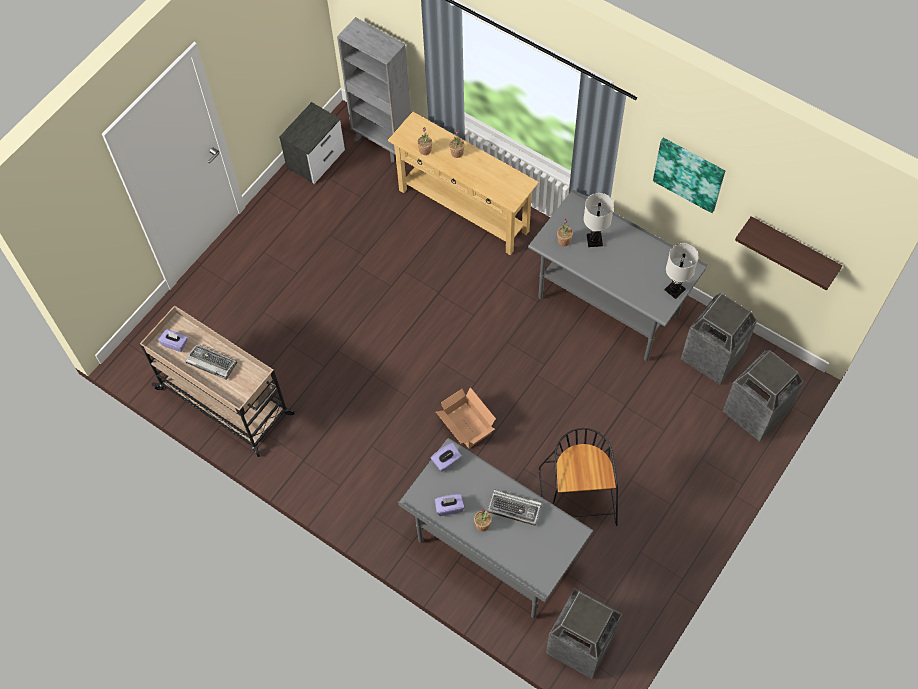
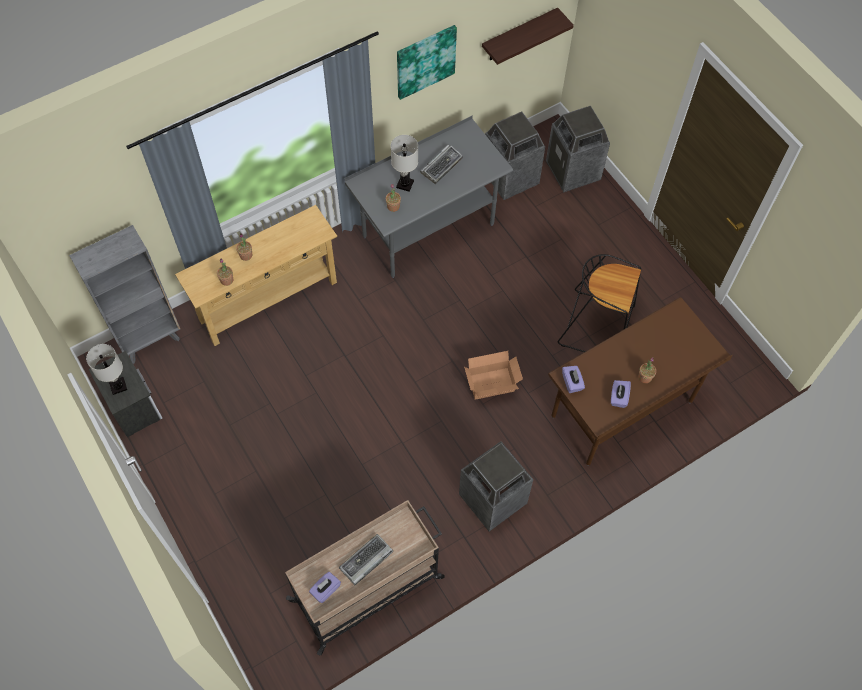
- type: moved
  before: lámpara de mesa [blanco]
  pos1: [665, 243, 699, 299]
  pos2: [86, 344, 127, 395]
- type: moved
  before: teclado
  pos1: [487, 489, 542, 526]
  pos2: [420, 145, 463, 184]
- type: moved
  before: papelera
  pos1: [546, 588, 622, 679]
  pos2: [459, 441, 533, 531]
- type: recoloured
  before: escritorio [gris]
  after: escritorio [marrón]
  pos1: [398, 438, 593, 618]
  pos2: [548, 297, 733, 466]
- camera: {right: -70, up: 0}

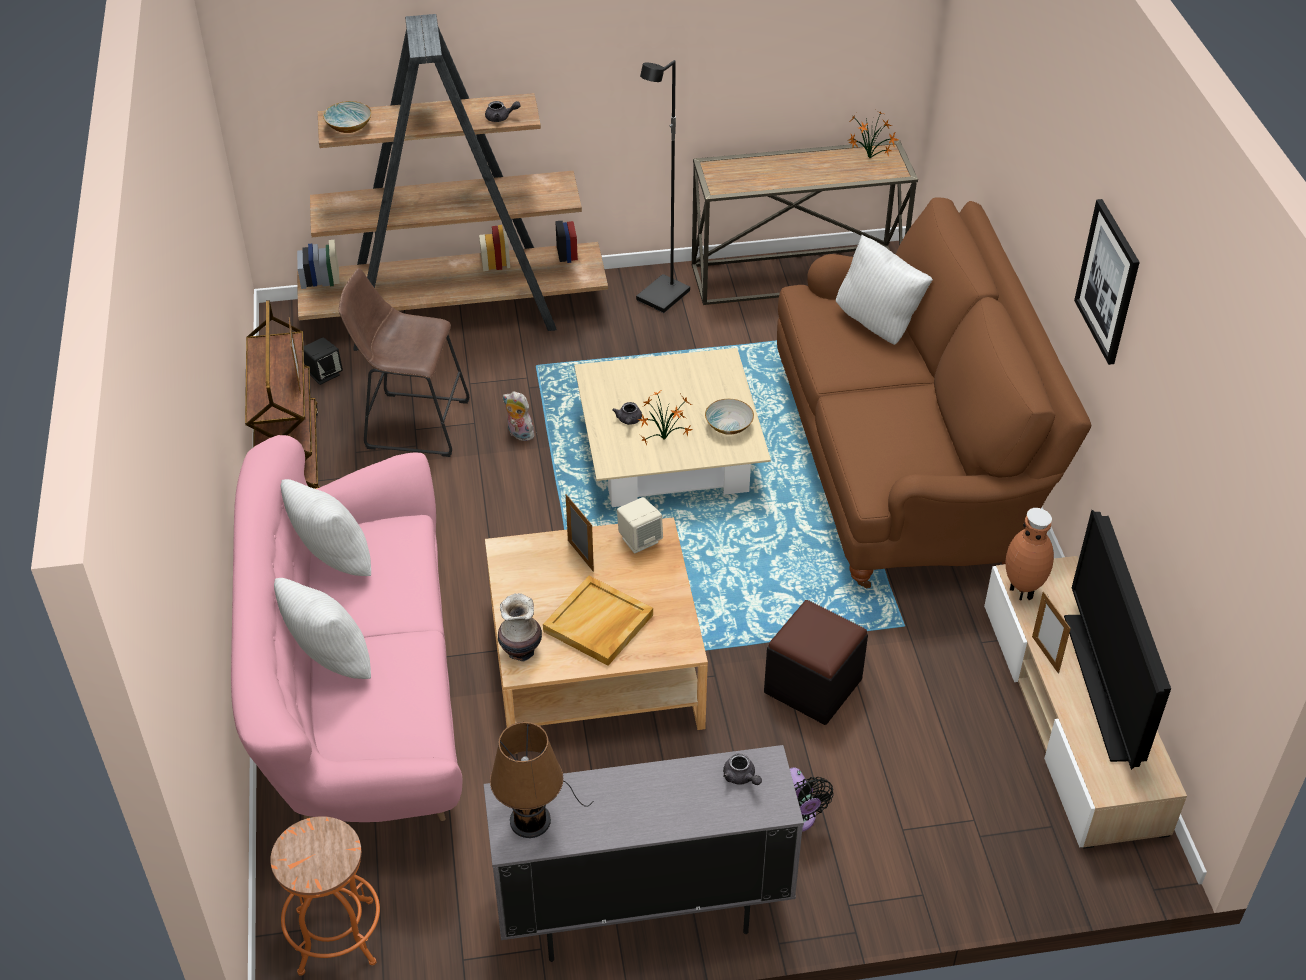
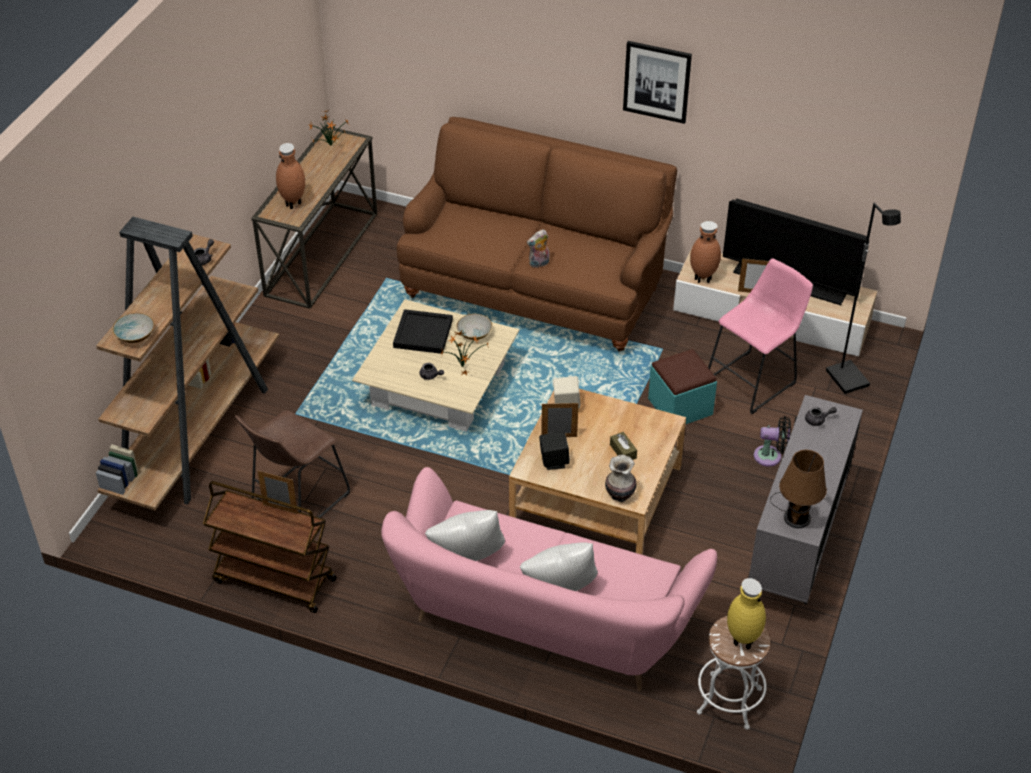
- type: added
  after: florero [marrón]
  pos2: [276, 143, 305, 209]
- type: added
  after: bandeja [negro]
  pos2: [393, 309, 453, 354]
- type: moved
  before: peluche
  pos1: [503, 391, 537, 441]
  pos2: [527, 229, 549, 268]
- type: moved
  before: altavoz [negro]
  pos1: [304, 337, 343, 385]
  pos2: [539, 431, 570, 470]
- type: replaced
  before: bandeja [beis]
  after: caja de pañuelos [marrón]
  pos1: [543, 576, 653, 666]
  pos2: [610, 432, 637, 460]
- type: recoloured
  before: puf [negro]
  after: puf [turquesa]
  pos1: [764, 600, 868, 725]
  pos2: [648, 349, 717, 424]
- type: recoloured
  before: taburete [naranja]
  after: taburete [blanco]
  pos1: [270, 816, 380, 976]
  pos2: [697, 616, 771, 730]
- type: added
  after: taburete [rosa]
  pos2: [708, 259, 813, 414]
- type: added
  after: florero [amarillo]
  pos2: [727, 578, 766, 650]
- type: moved
  before: lámpara de pie [negro]
  pos1: [636, 60, 690, 313]
  pos2: [826, 203, 901, 394]
- type: removed
  before: cojín [blanco]
  pos1: [836, 235, 933, 345]
- camera: {right: -60, up: 0}

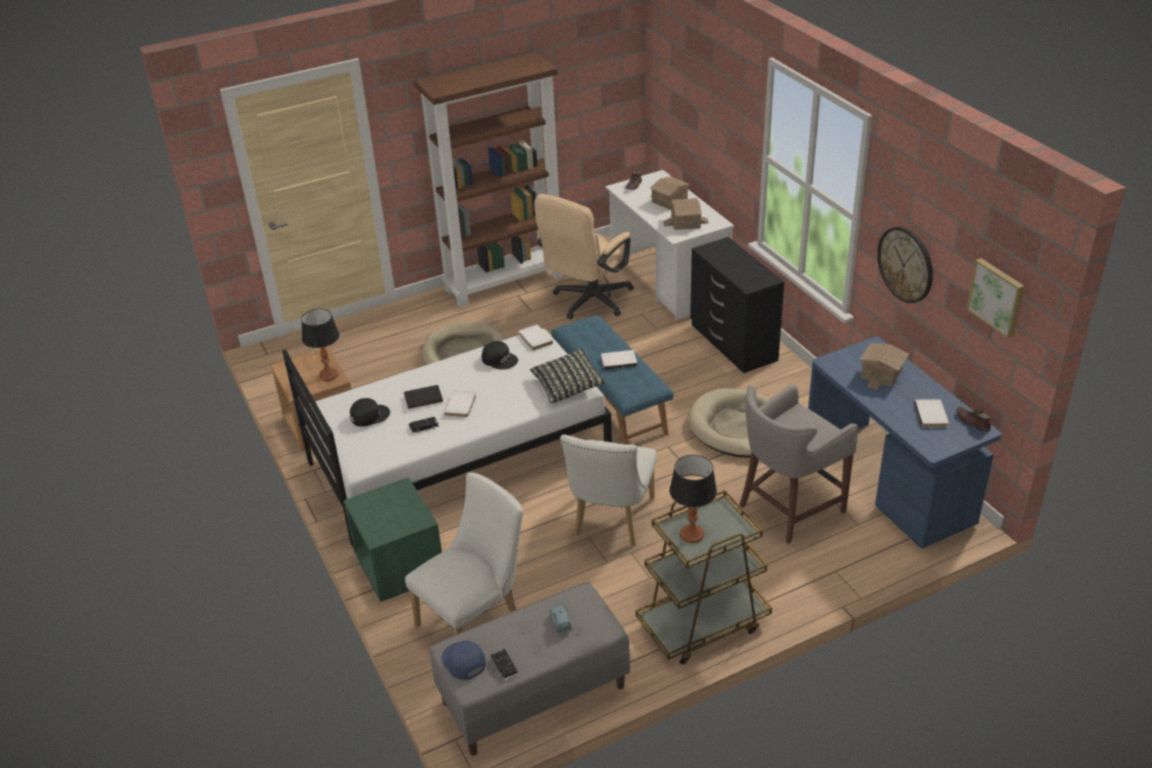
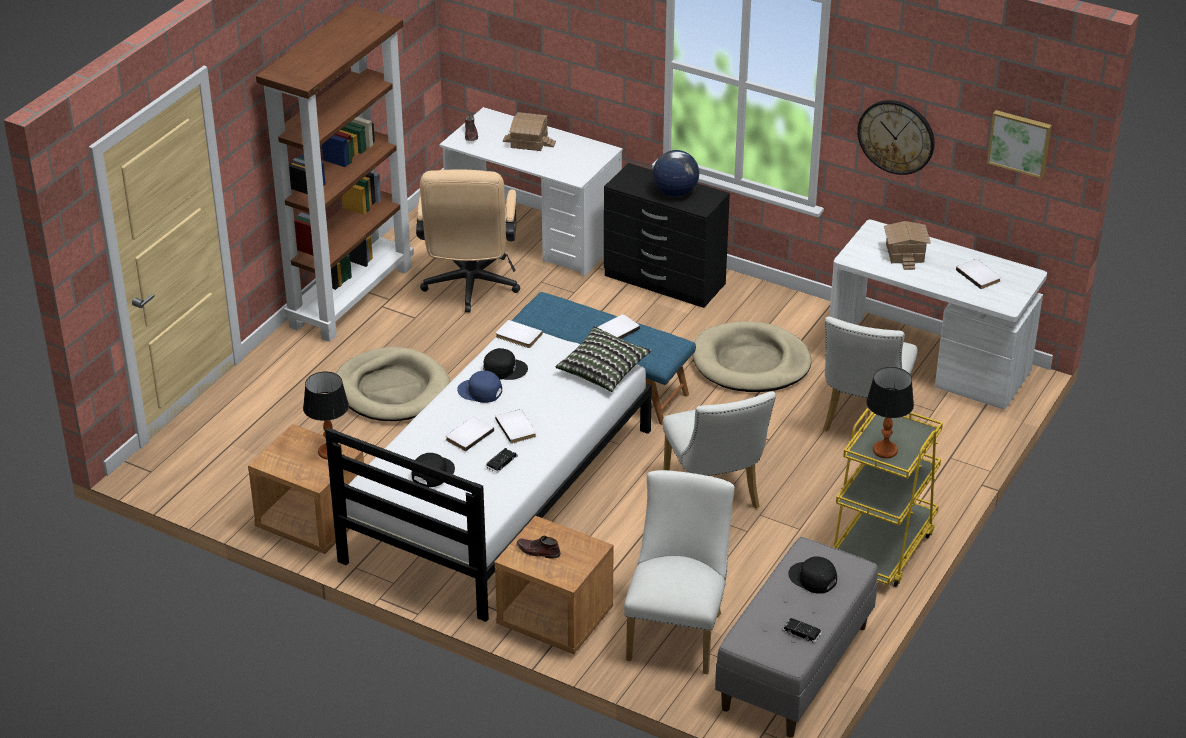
- type: recoloured
  before: libro [negro]
  after: libro [blanco]
  pos1: [404, 385, 443, 409]
  pos2: [446, 417, 494, 451]
- type: moved
  before: gorra [azul]
  pos1: [442, 640, 486, 680]
  pos2: [457, 371, 502, 403]
- type: recoloured
  before: mesita de noche [verde]
  after: mesita de noche [marrón]
  pos1: [344, 477, 442, 602]
  pos2: [494, 516, 613, 654]
- type: moved
  before: zapato [marrón]
  pos1: [956, 407, 991, 432]
  pos2: [517, 536, 561, 559]
- type: added
  after: globo terráqueo
  pos2: [653, 150, 699, 197]
- type: replaced
  before: coche de juguete [azul]
  after: gorra [negro]
  pos1: [550, 605, 572, 634]
  pos2: [788, 556, 837, 594]
- type: replaced
  before: taburete [gris]
  after: silla [blanco]
  pos1: [739, 385, 858, 544]
  pos2: [823, 317, 917, 432]
- type: recoloured
  before: escritorio [azul]
  after: escritorio [blanco]
  pos1: [808, 337, 1001, 548]
  pos2: [829, 220, 1047, 409]
- type: recoloured
  before: carrito [marrón]
  after: carrito [amarillo]
  pos1: [636, 490, 772, 665]
  pos2: [833, 408, 943, 587]
- type: removed
  before: casita
  pos1: [663, 198, 708, 230]
- camera: {right: -35, up: 0}

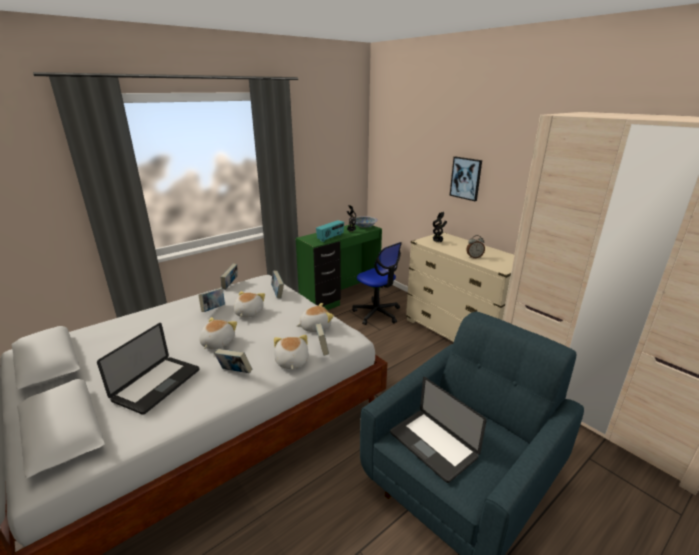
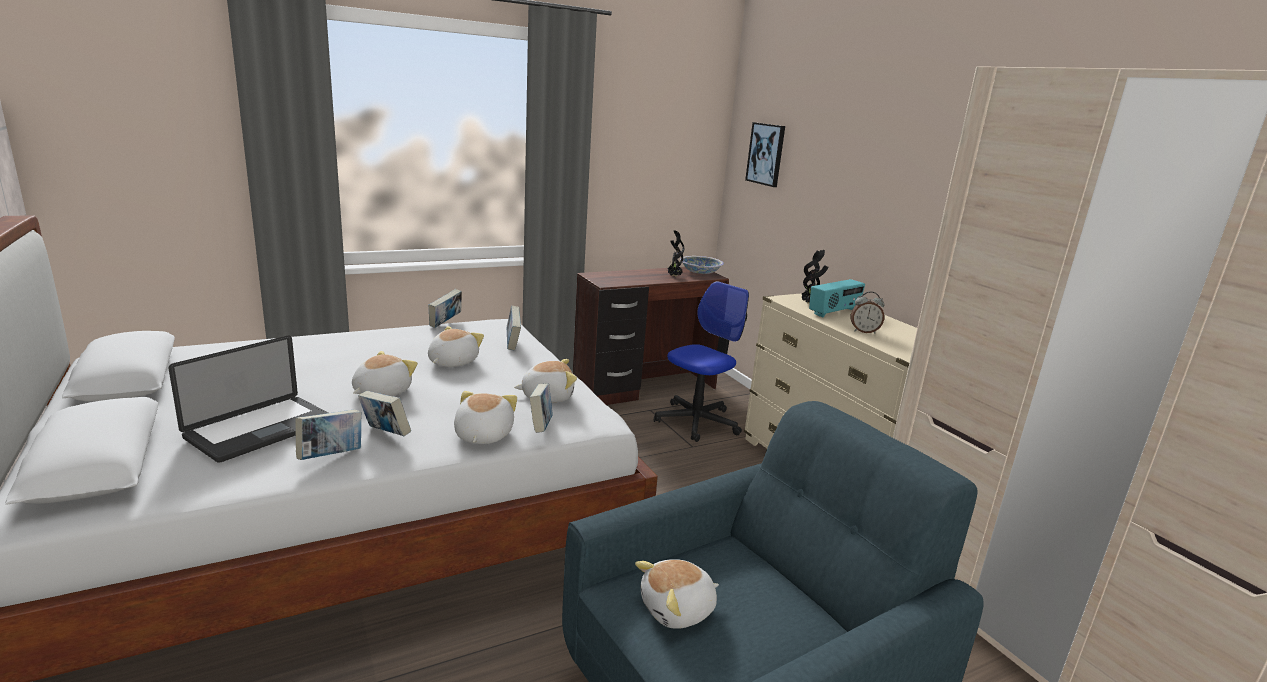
- type: moved
  before: libro
  pos1: [199, 288, 225, 312]
  pos2: [295, 409, 362, 460]
- type: recoloured
  before: escritorio [verde]
  after: escritorio [marrón]
  pos1: [296, 225, 382, 310]
  pos2: [573, 267, 729, 405]
- type: replaced
  before: portátil
  after: peluche
  pos1: [390, 377, 487, 483]
  pos2: [635, 559, 719, 629]
- type: turned
  before: silla de oficina
  pos1: [352, 242, 402, 325]
  pos2: [654, 281, 749, 442]
  turn: -105
- type: moved
  before: cuadro
  pos1: [450, 156, 482, 201]
  pos2: [745, 122, 785, 187]
- type: moved
  before: radio
  pos1: [316, 220, 344, 242]
  pos2: [809, 279, 865, 318]
- camera: {right: 10, up: -5}

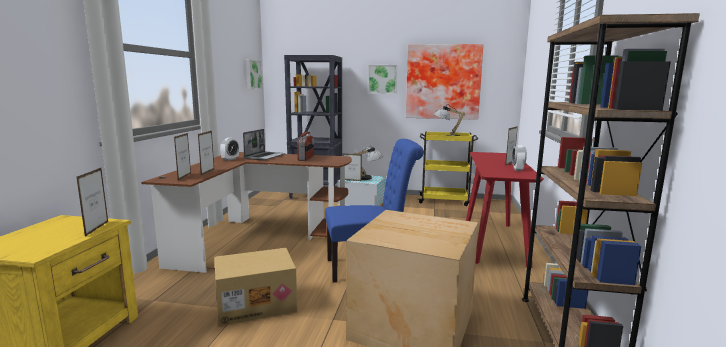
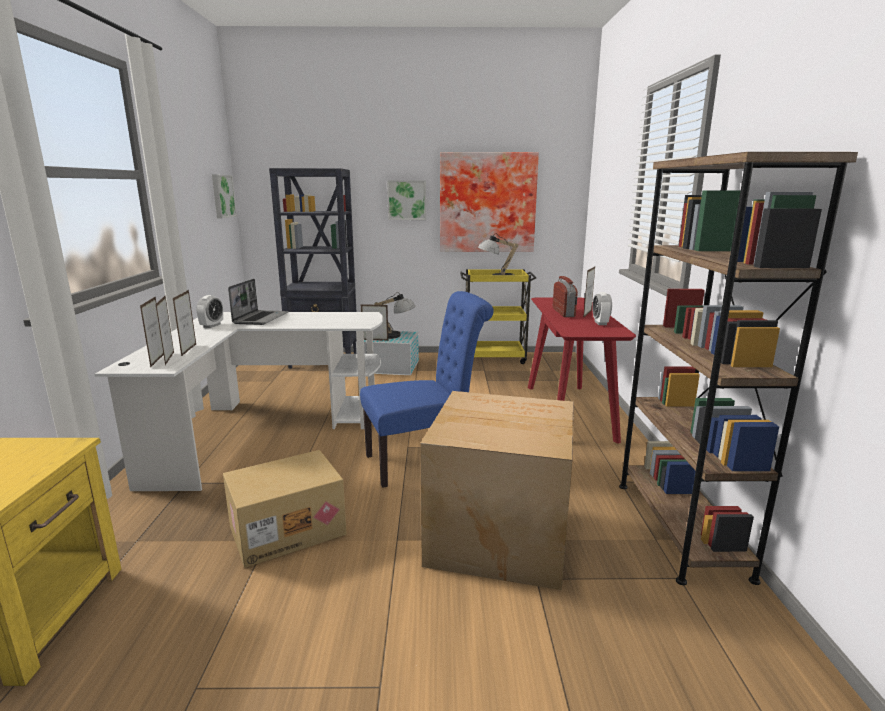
- type: recoloured
  before: escritorio [marrón]
  after: escritorio [blanco]
  pos1: [141, 152, 352, 273]
  pos2: [95, 312, 383, 491]
- type: moved
  before: portarretratos
  pos1: [76, 168, 108, 237]
  pos2: [156, 296, 174, 365]
- type: moved
  before: radio
  pos1: [297, 132, 314, 161]
  pos2: [553, 276, 578, 317]
- camera: {right: -10, up: 5}

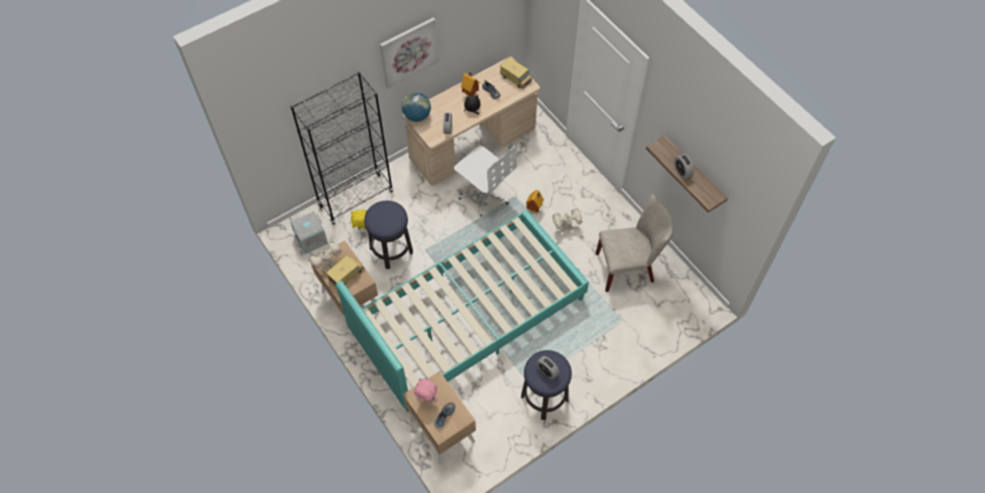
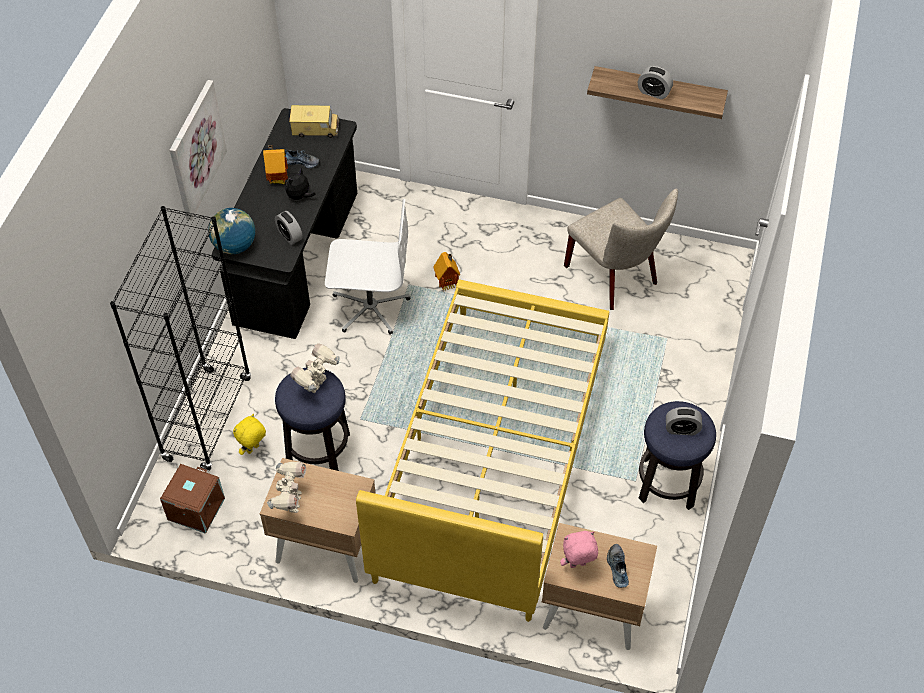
- type: recoloured
  before: caja de almacenaje [gris]
  after: caja de almacenaje [marrón]
  pos1: [290, 211, 328, 254]
  pos2: [160, 464, 225, 534]
- type: recoloured
  before: escritorio [beis]
  after: escritorio [negro]
  pos1: [403, 57, 540, 186]
  pos2: [212, 108, 357, 339]
- type: moved
  before: robot de juguete
  pos1: [553, 208, 583, 231]
  pos2: [290, 343, 340, 394]
- type: recoloured
  before: cama [turquesa]
  after: cama [amarillo]
  pos1: [336, 210, 589, 412]
  pos2: [356, 279, 609, 622]
- type: turned
  before: silla [beis]
  pos1: [595, 195, 673, 292]
  pos2: [564, 189, 678, 310]
  turn: 105
- type: removed
  before: camión de juguete
  pos1: [326, 255, 364, 286]
- camera: {right: -40, up: -5}

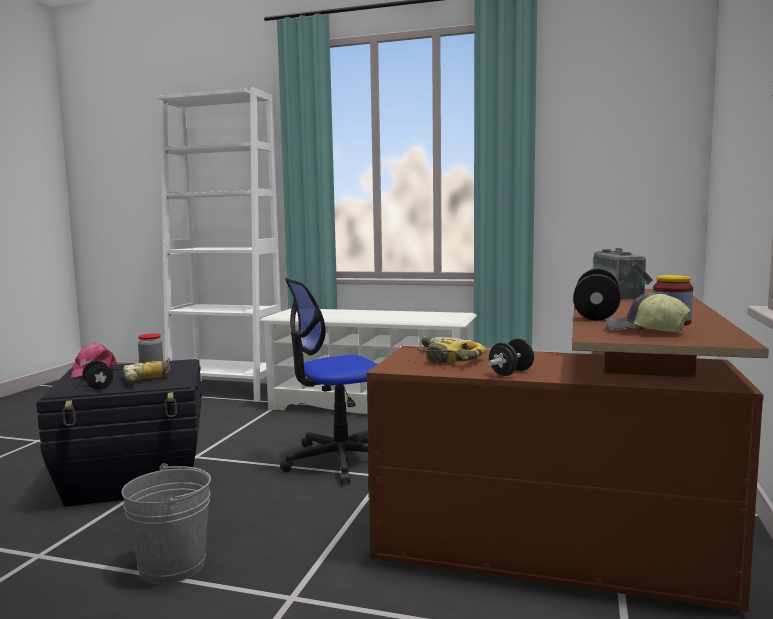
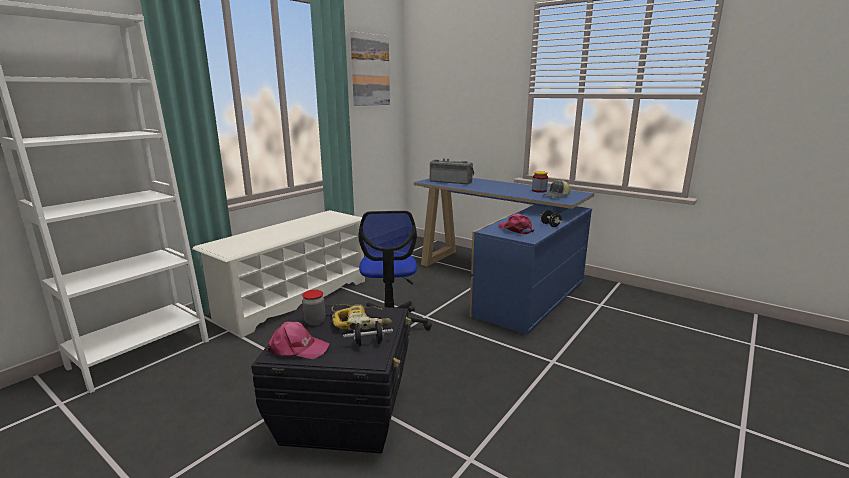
- type: added
  after: cuadro
  pos2: [350, 31, 390, 106]
- type: recoloured
  before: escritorio [marrón]
  after: escritorio [azul]
  pos1: [366, 289, 769, 612]
  pos2: [414, 178, 594, 335]
- type: replaced
  before: taladro
  after: gorra [rosa]
  pos1: [408, 336, 486, 364]
  pos2: [498, 214, 534, 234]
- type: removed
  before: cubo [gris]
  pos1: [121, 463, 211, 584]
- type: removed
  before: mancuerna [negro]
  pos1: [573, 269, 620, 320]
- camera: {right: -70, up: 10}

